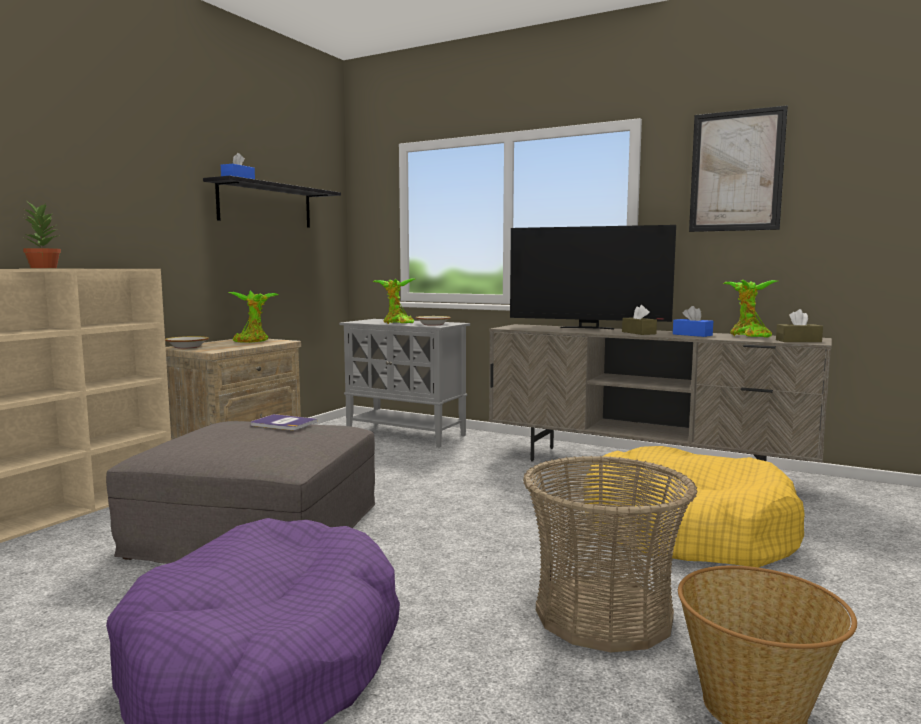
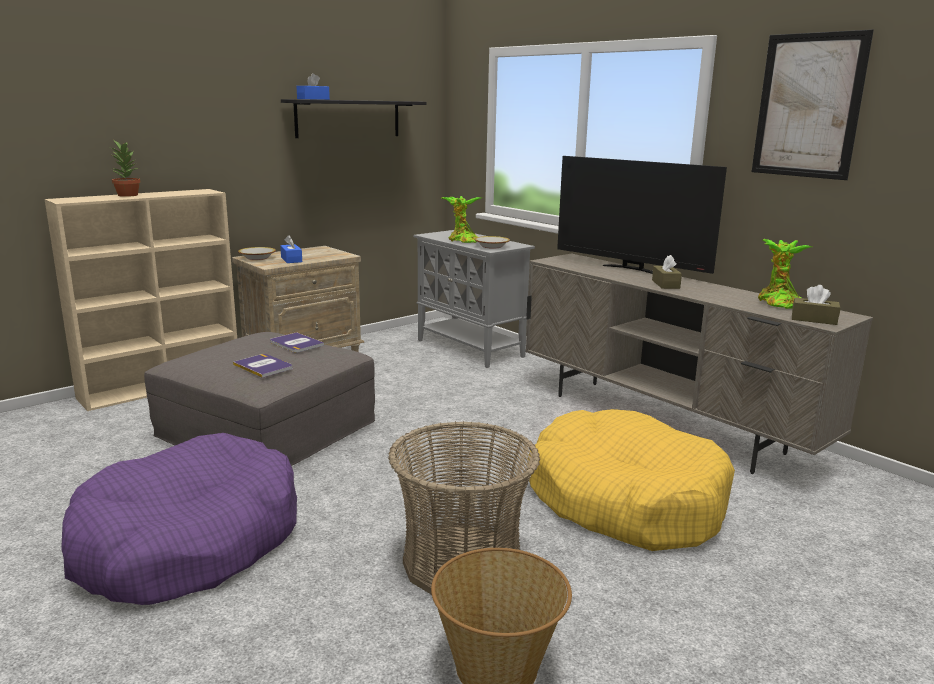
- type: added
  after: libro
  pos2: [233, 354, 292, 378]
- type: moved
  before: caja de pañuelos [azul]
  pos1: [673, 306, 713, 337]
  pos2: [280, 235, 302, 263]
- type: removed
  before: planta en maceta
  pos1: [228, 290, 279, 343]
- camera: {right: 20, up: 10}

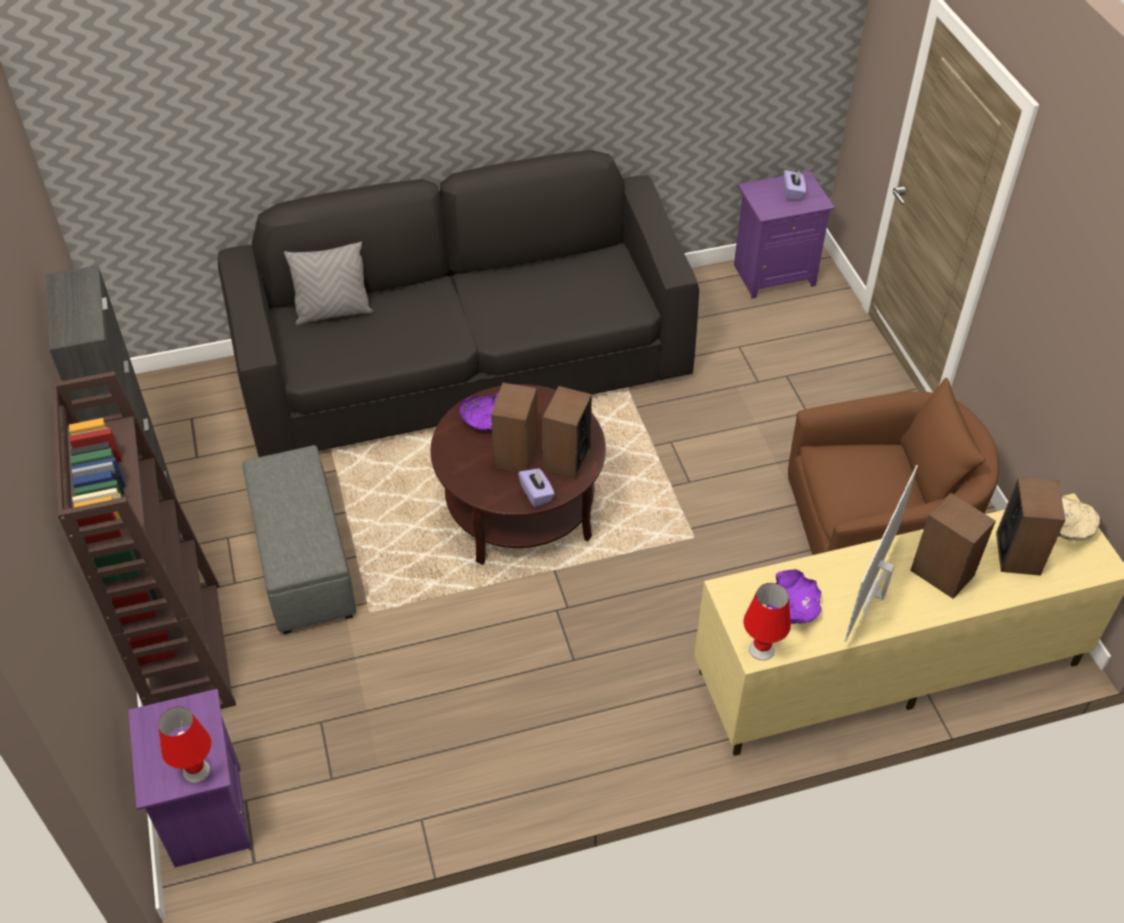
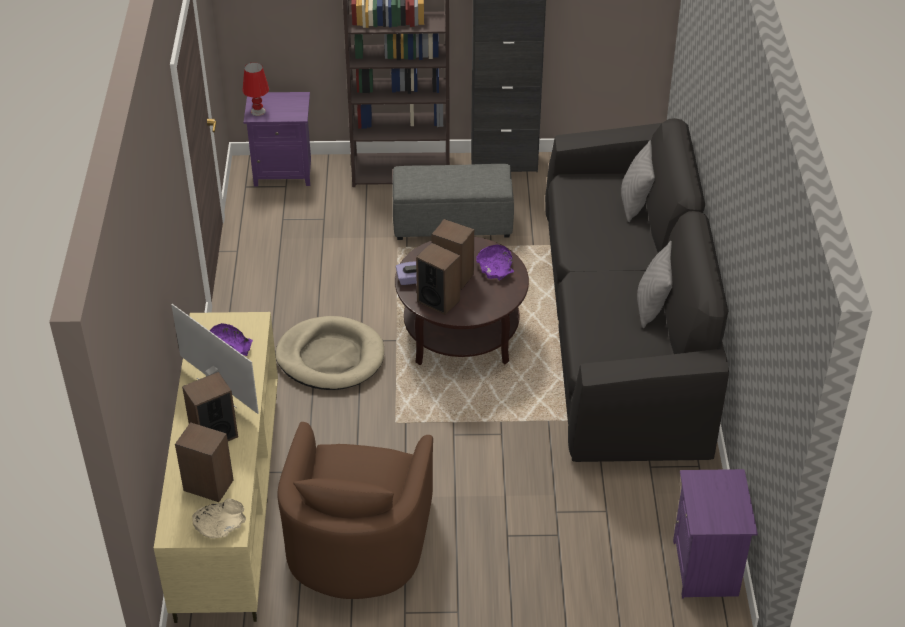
- type: added
  after: cama para perro [beis]
  pos2: [275, 316, 384, 390]
- type: added
  after: cojín [gris]
  pos2: [637, 241, 673, 328]
- type: removed
  before: lámpara de mesa [rojo]
  pos1: [743, 583, 791, 661]
- type: removed
  before: caja de pañuelos [morado]
  pos1: [783, 170, 806, 200]
- camera: {right: 105, up: -5}

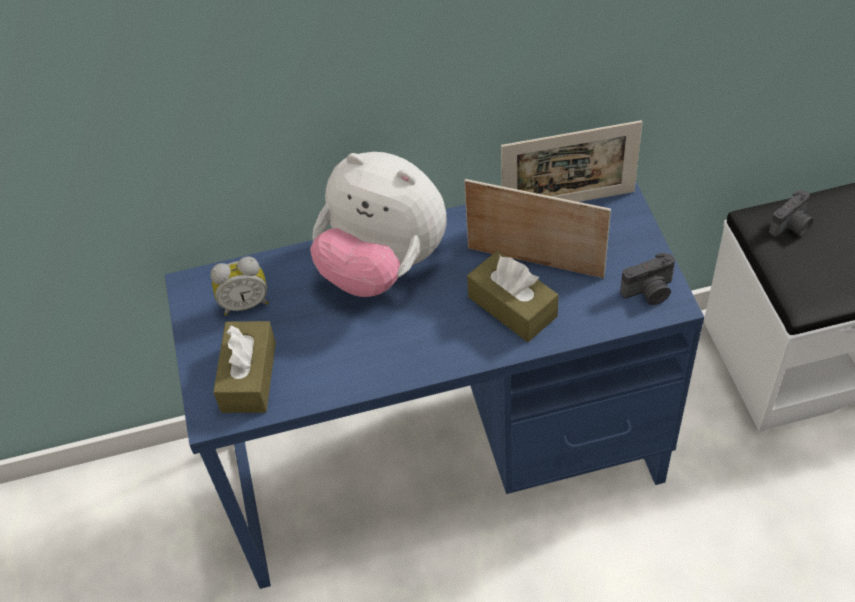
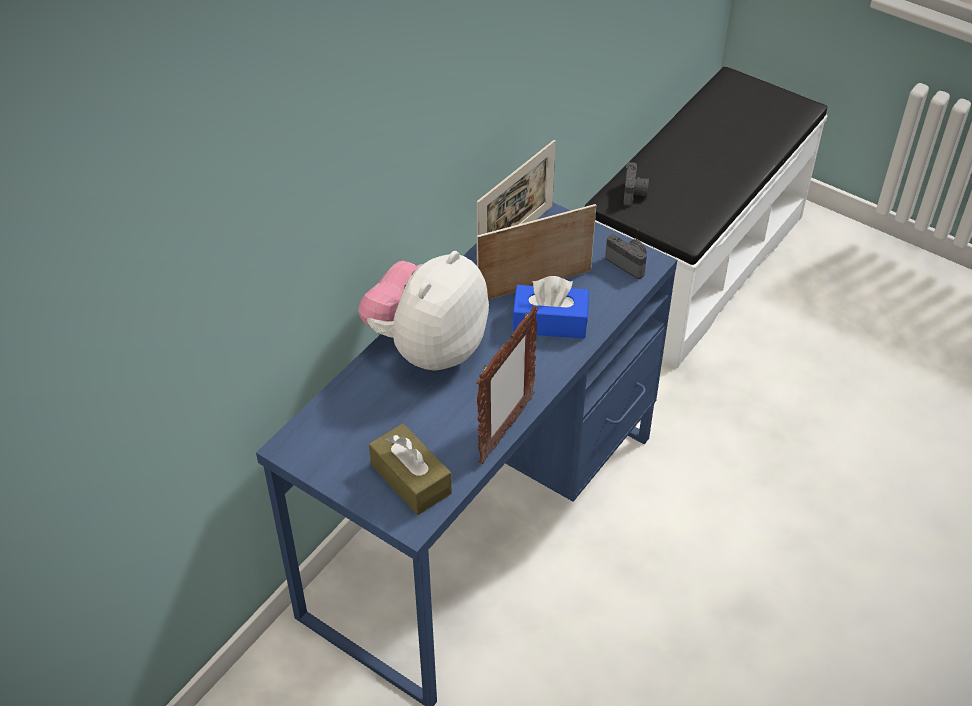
- type: turned
  before: peluche
  pos1: [310, 152, 447, 297]
  pos2: [358, 251, 489, 370]
  turn: 135
- type: added
  after: portarretratos
  pos2: [476, 305, 538, 464]
- type: recoloured
  before: caja de pañuelos [marrón]
  after: caja de pañuelos [azul]
  pos1: [467, 251, 559, 342]
  pos2: [513, 276, 589, 339]
- type: turned
  before: cámara
  pos1: [620, 252, 675, 305]
  pos2: [605, 234, 647, 279]
  turn: -75
- type: removed
  before: despertador
  pos1: [211, 257, 268, 316]
- camera: {right: -45, up: -5}

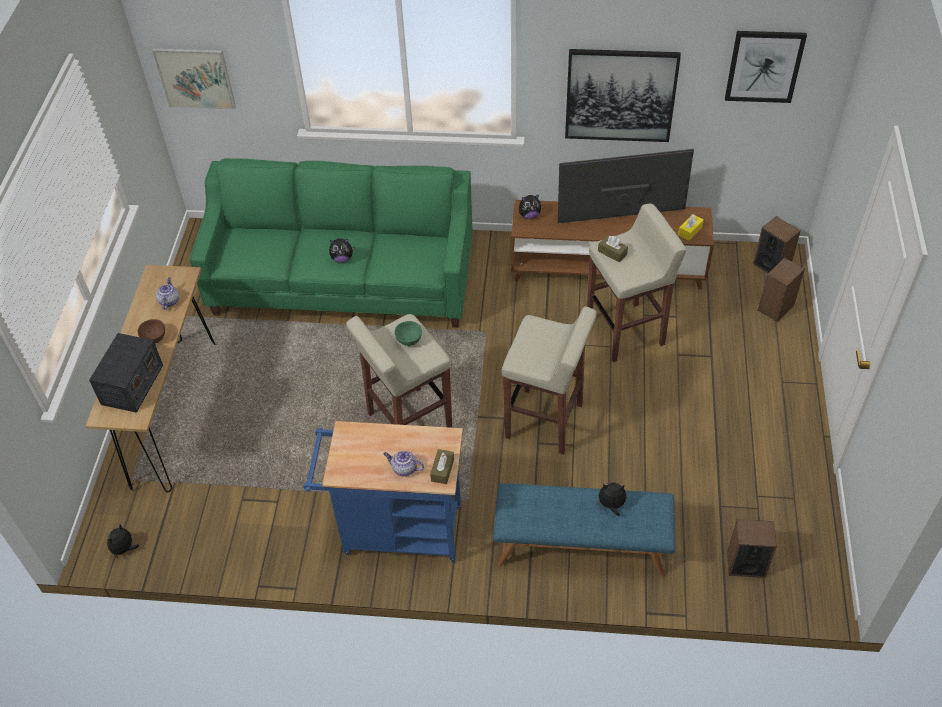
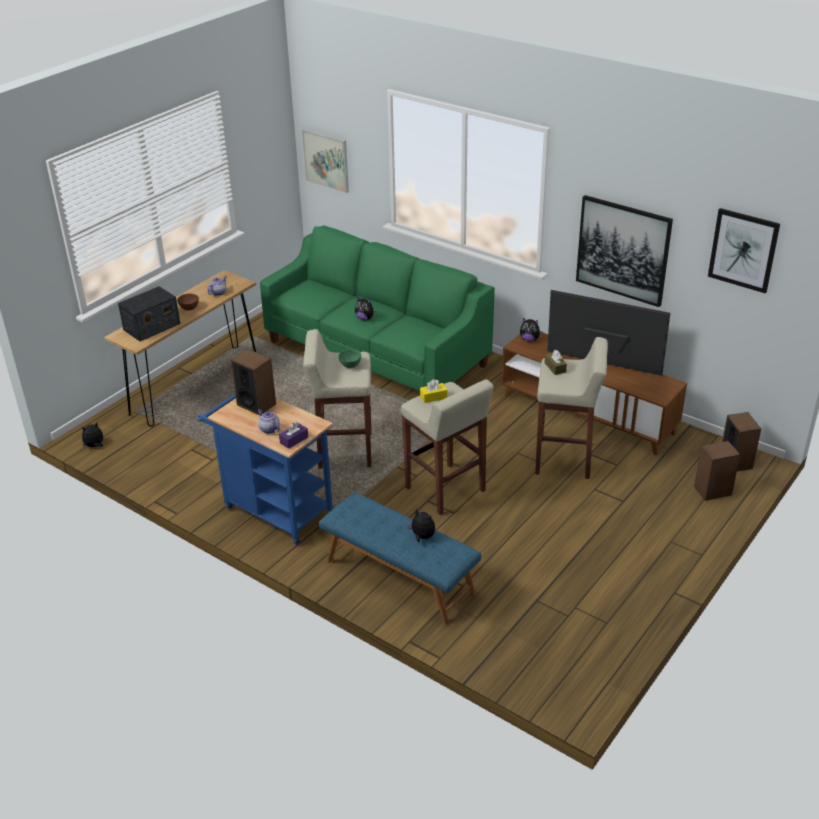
- type: moved
  before: altavoz
  pos1: [727, 519, 777, 578]
  pos2: [231, 349, 276, 416]
- type: recoloured
  before: caja de pañuelos [marrón]
  after: caja de pañuelos [morado]
  pos1: [430, 449, 454, 484]
  pos2: [279, 422, 308, 449]
- type: moved
  before: caja de pañuelos [amarillo]
  pos1: [678, 214, 704, 240]
  pos2: [420, 379, 447, 403]
- camera: {right: 30, up: -15}

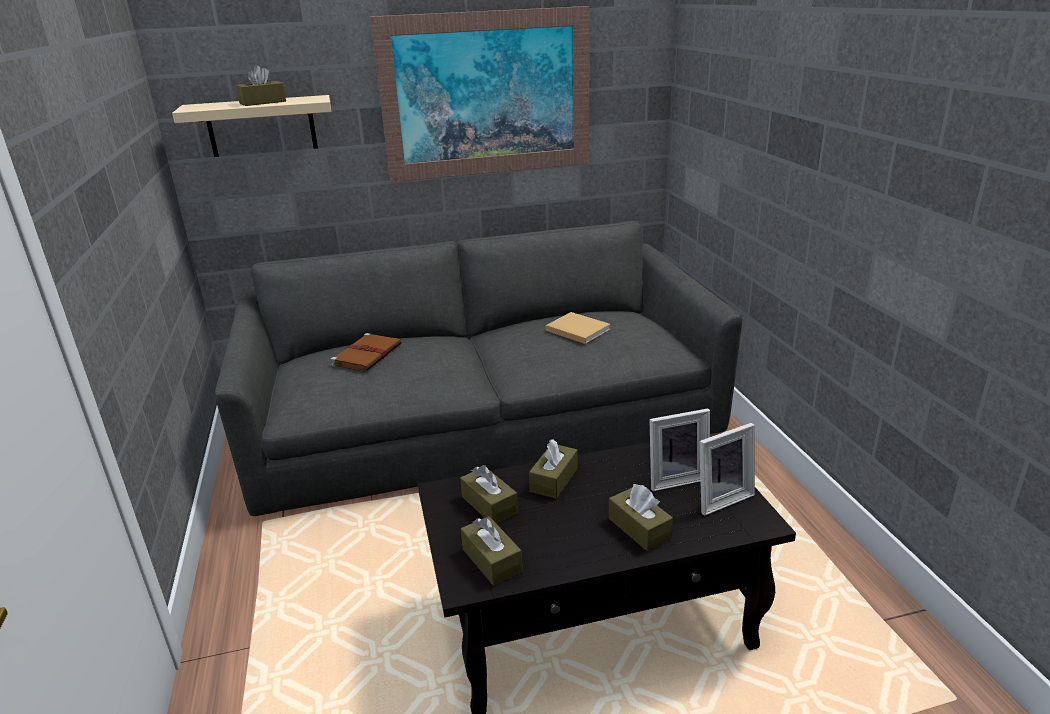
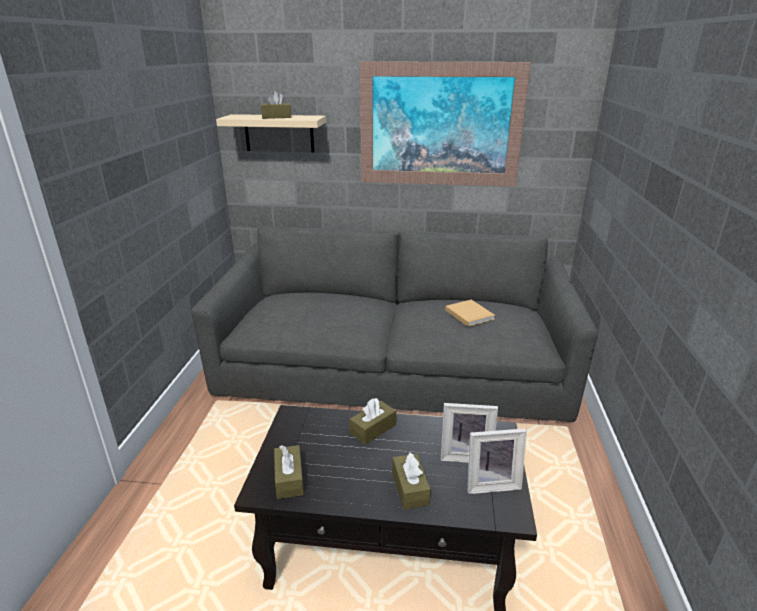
- type: removed
  before: libro [marrón]
  pos1: [331, 333, 401, 372]
- type: removed
  before: caja de pañuelos [marrón]
  pos1: [460, 465, 518, 524]
- camera: {right: 20, up: 0}

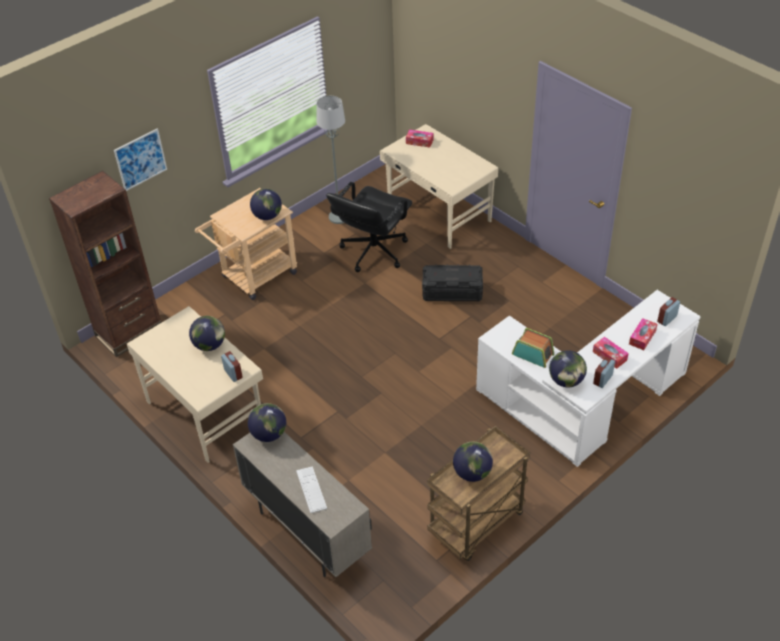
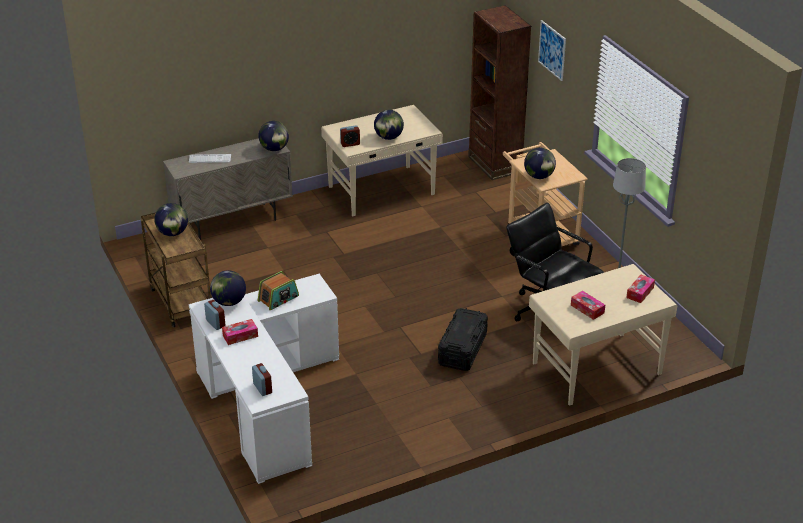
- type: moved
  before: caja de pañuelos
  pos1: [629, 318, 657, 350]
  pos2: [571, 291, 605, 320]
- camera: {right: 105, up: -10}

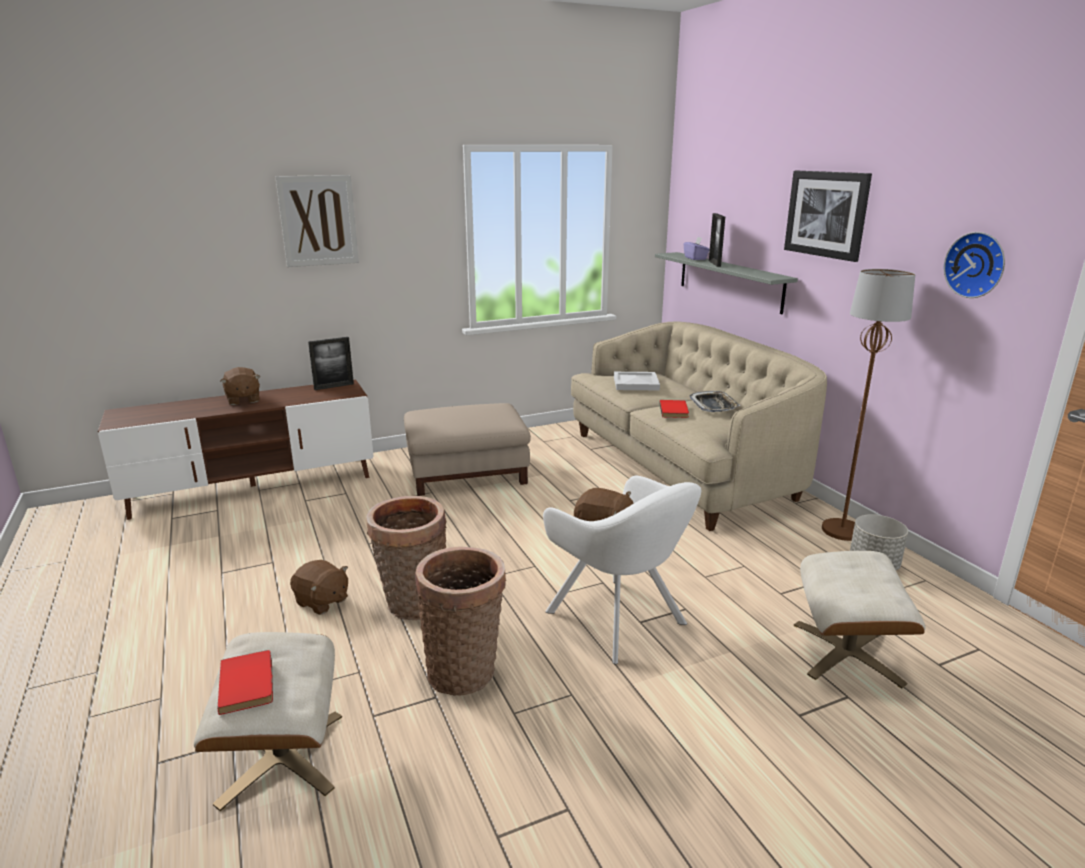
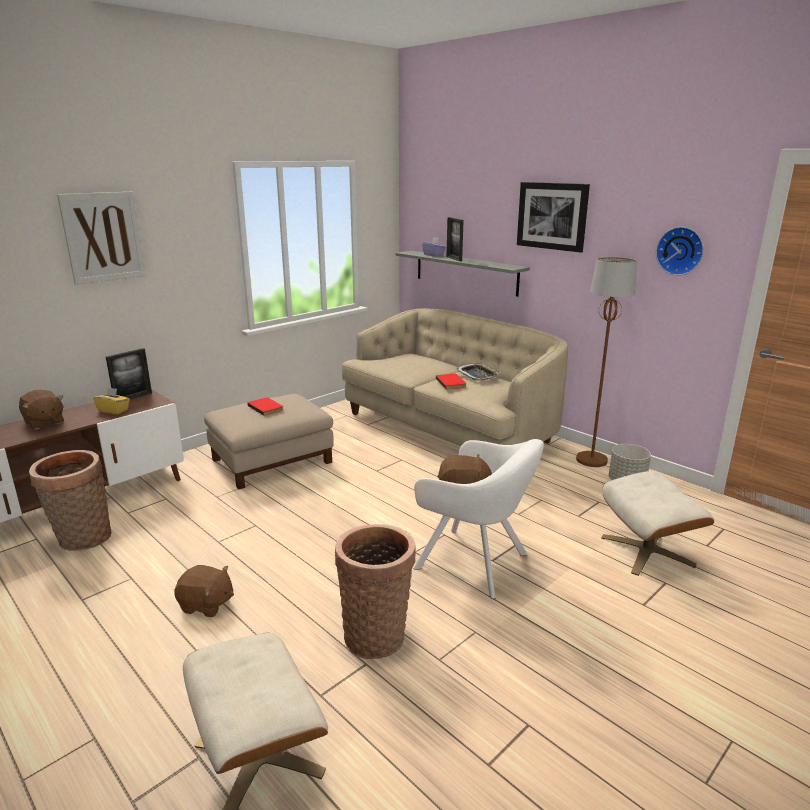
- type: moved
  before: cesta
  pos1: [366, 496, 446, 620]
  pos2: [29, 450, 112, 551]
- type: added
  after: caja de pañuelos [amarillo]
  pos2: [93, 387, 130, 415]
- type: moved
  before: libro [rojo]
  pos1: [218, 650, 273, 715]
  pos2: [247, 397, 283, 416]
- type: removed
  before: bandeja [blanco]
  pos1: [614, 372, 660, 390]
- camera: {right: -20, up: 0}

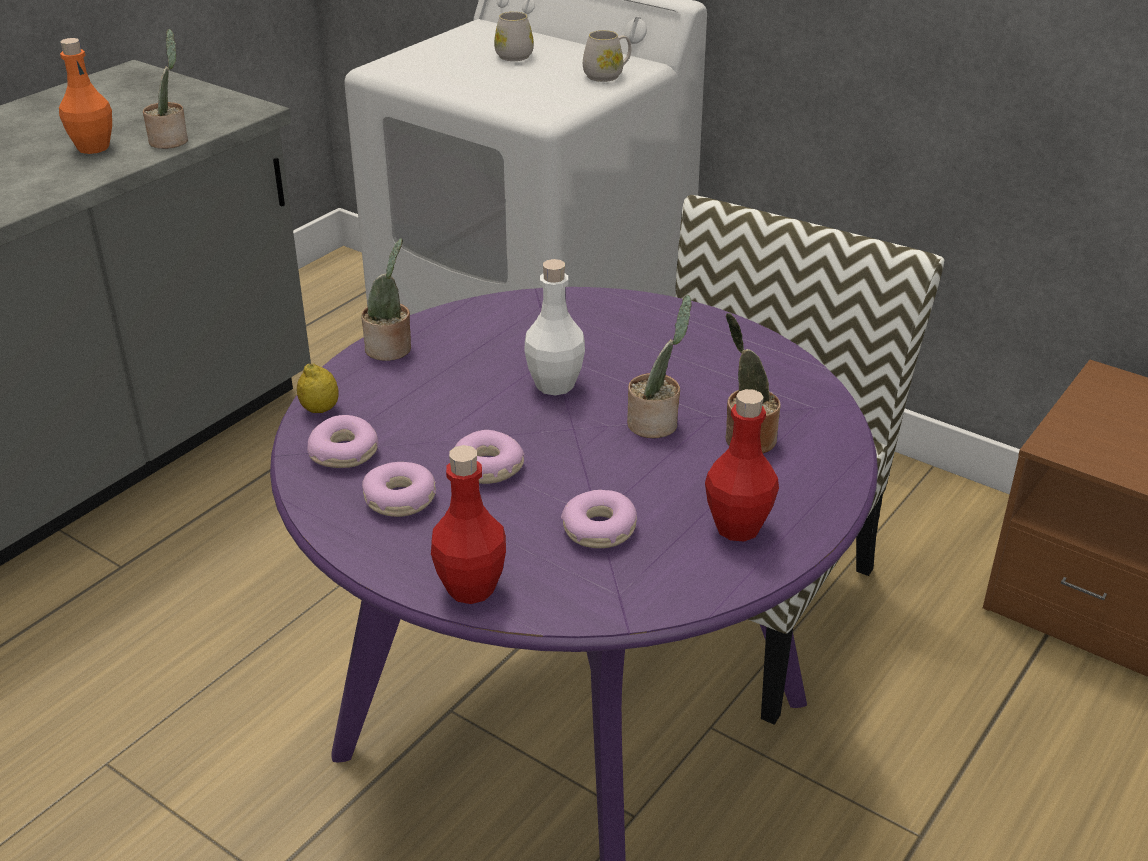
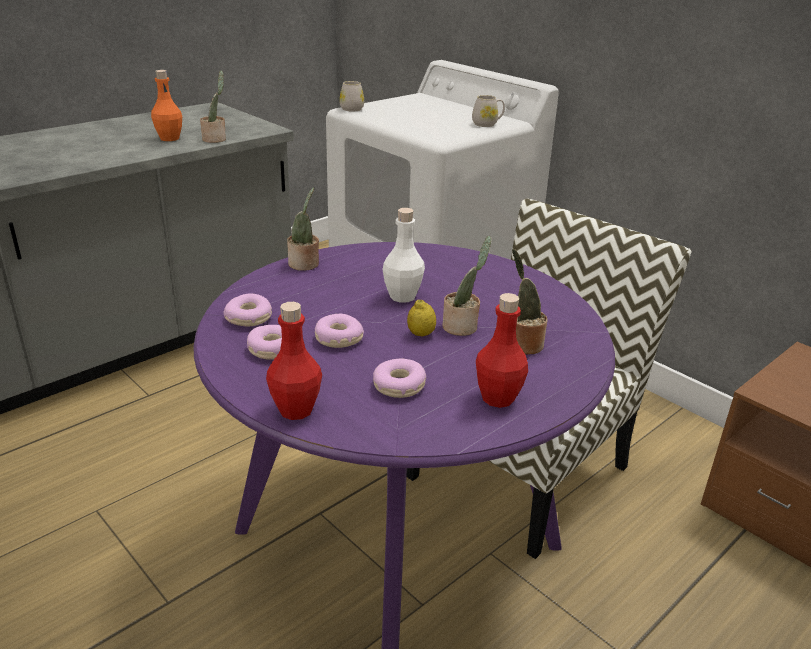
- type: moved
  before: taza grande [blanco]
  pos1: [494, 12, 534, 61]
  pos2: [339, 81, 364, 112]
- type: moved
  before: limón
  pos1: [297, 364, 339, 413]
  pos2: [407, 300, 436, 336]
- camera: {right: 10, up: -5}

